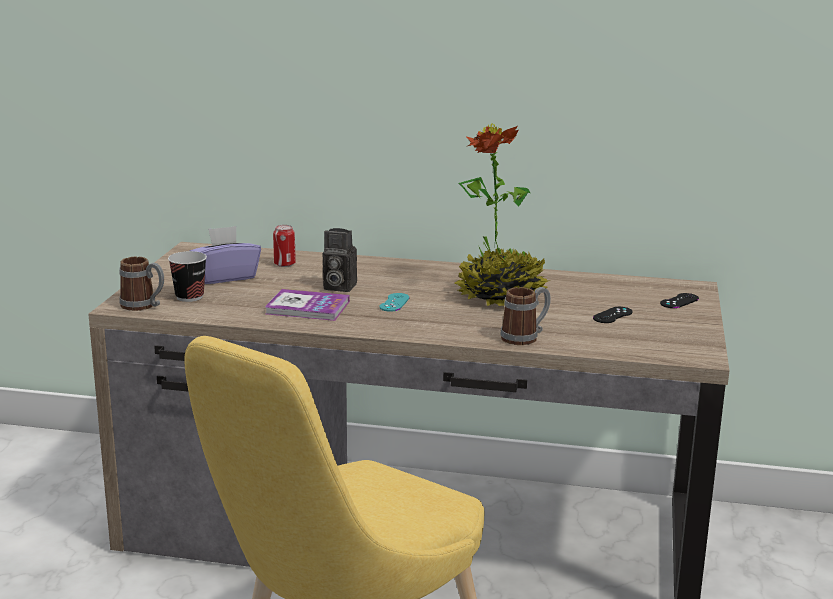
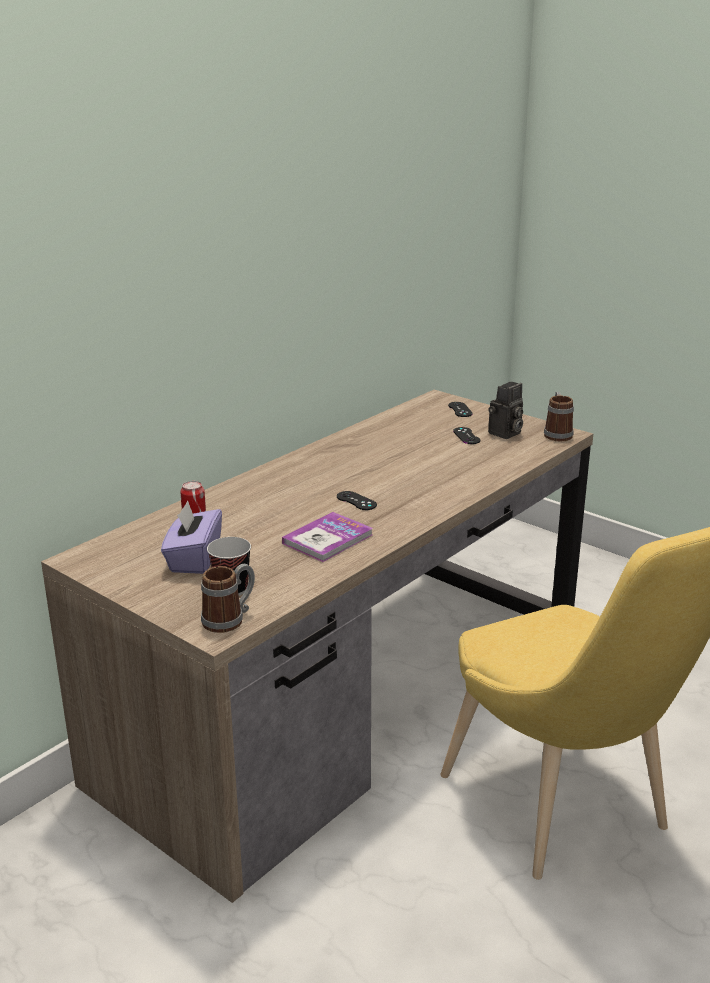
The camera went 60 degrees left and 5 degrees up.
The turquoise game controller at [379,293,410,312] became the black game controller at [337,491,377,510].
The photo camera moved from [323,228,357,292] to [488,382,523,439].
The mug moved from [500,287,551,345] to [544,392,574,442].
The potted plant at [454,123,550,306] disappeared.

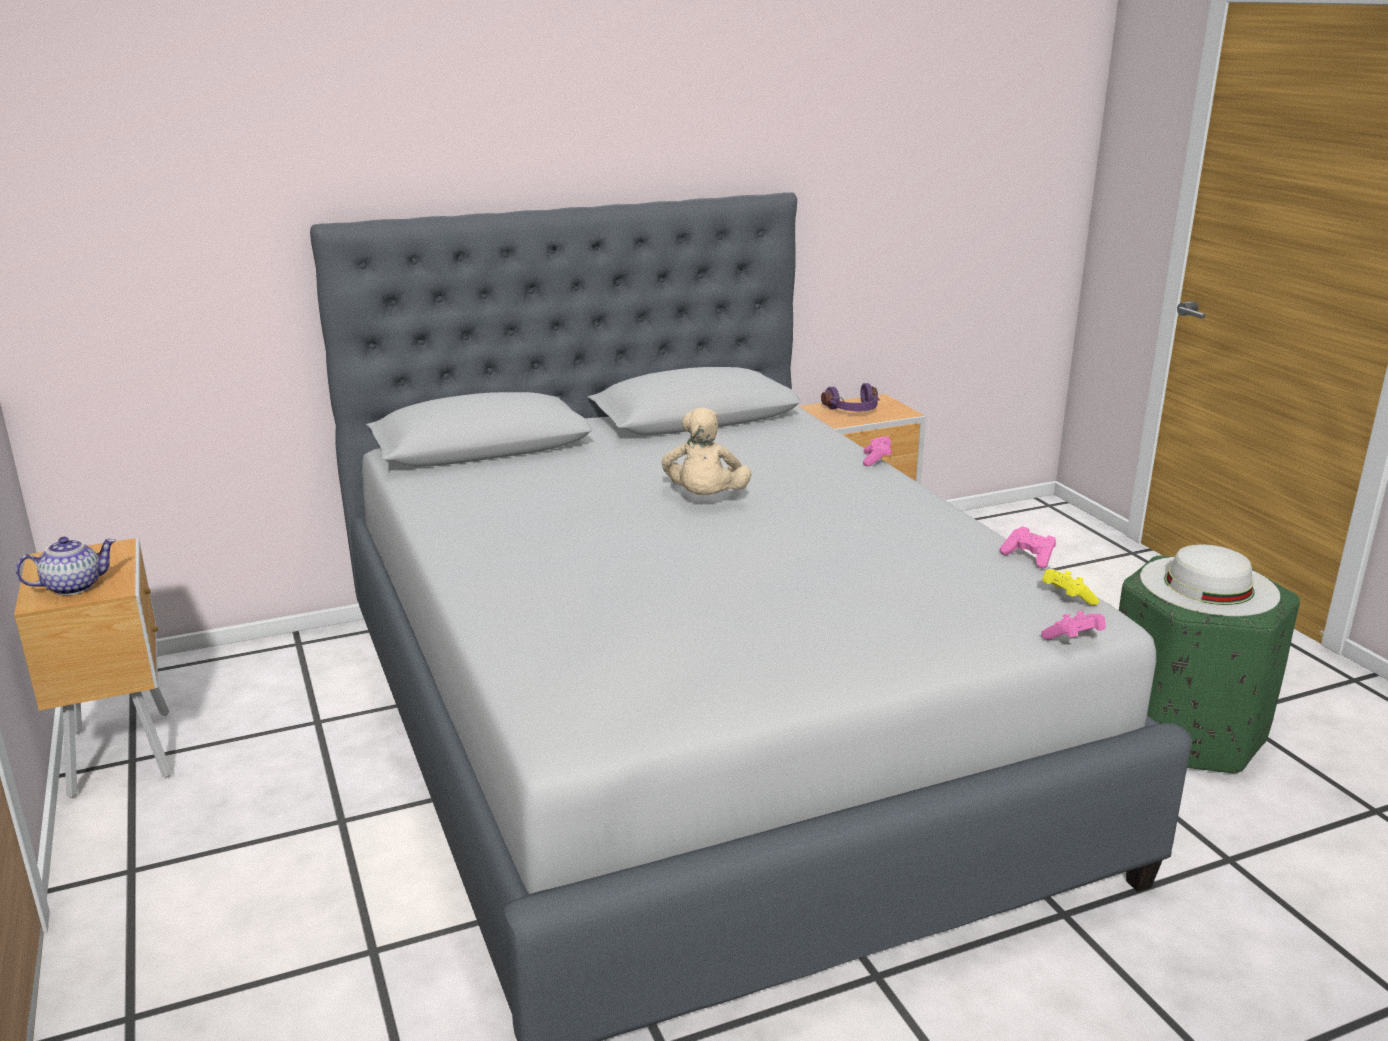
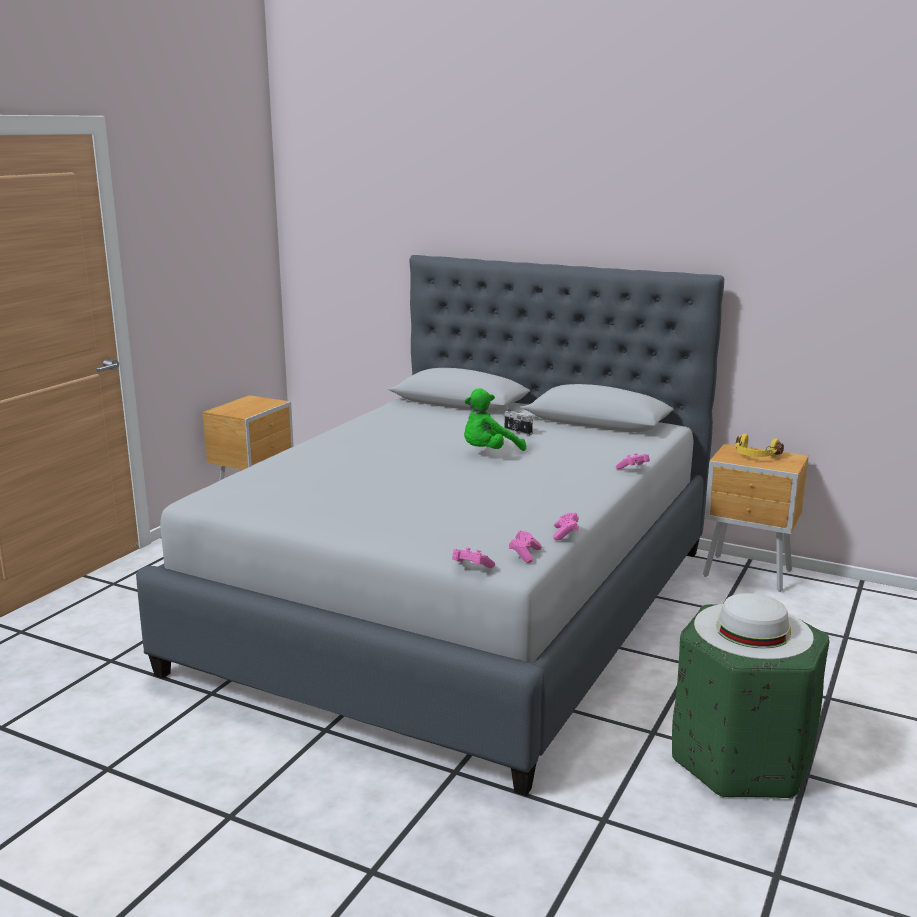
The camera went 50 degrees right and 5 degrees down.
The beige plush toy at [662,408,751,495] became the green plush toy at [464,388,526,451].
The photo camera at [505,409,533,435] appeared.
The yellow game controller at [1042,569,1099,605] became the pink game controller at [509,530,542,563].
The purple headphones at [821,383,880,411] became the yellow headphones at [735,434,784,457].
The teapot at [16,537,116,595] disappeared.

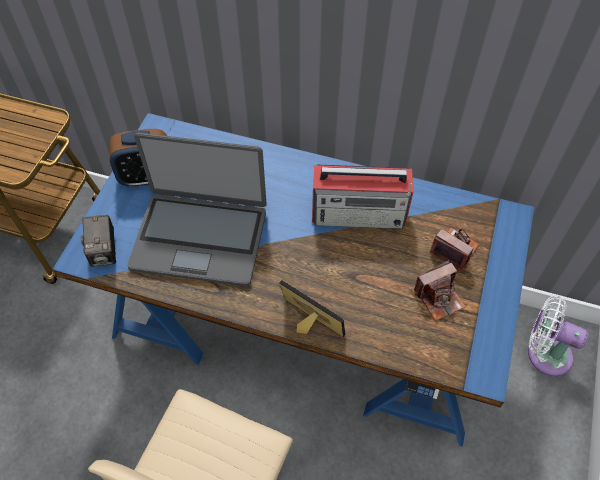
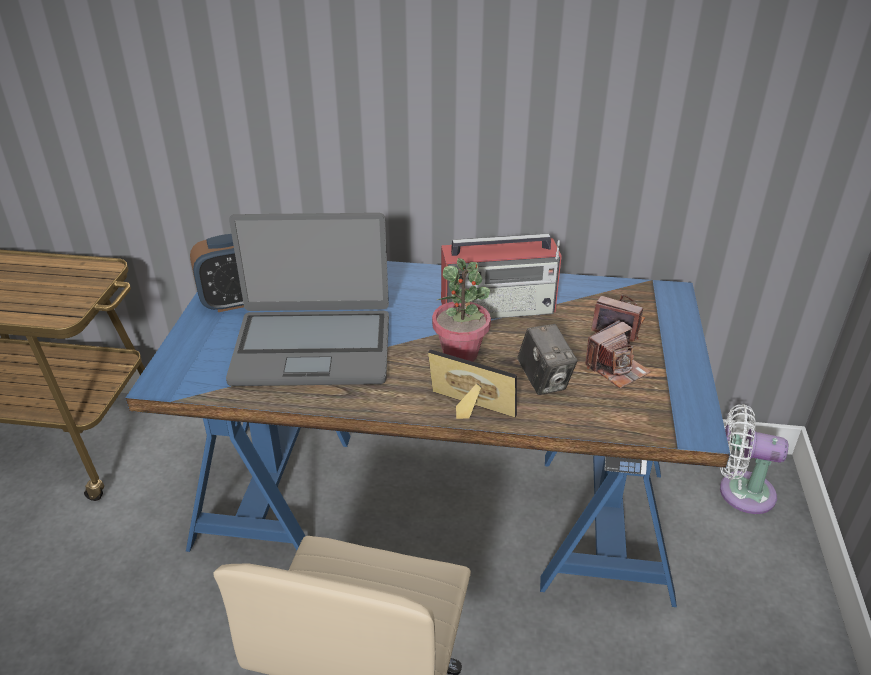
The camera went 10 degrees left and 20 degrees down.
The potted plant at [432,258,491,362] appeared.
The photo camera moved from [81,215,116,267] to [517,324,578,395].

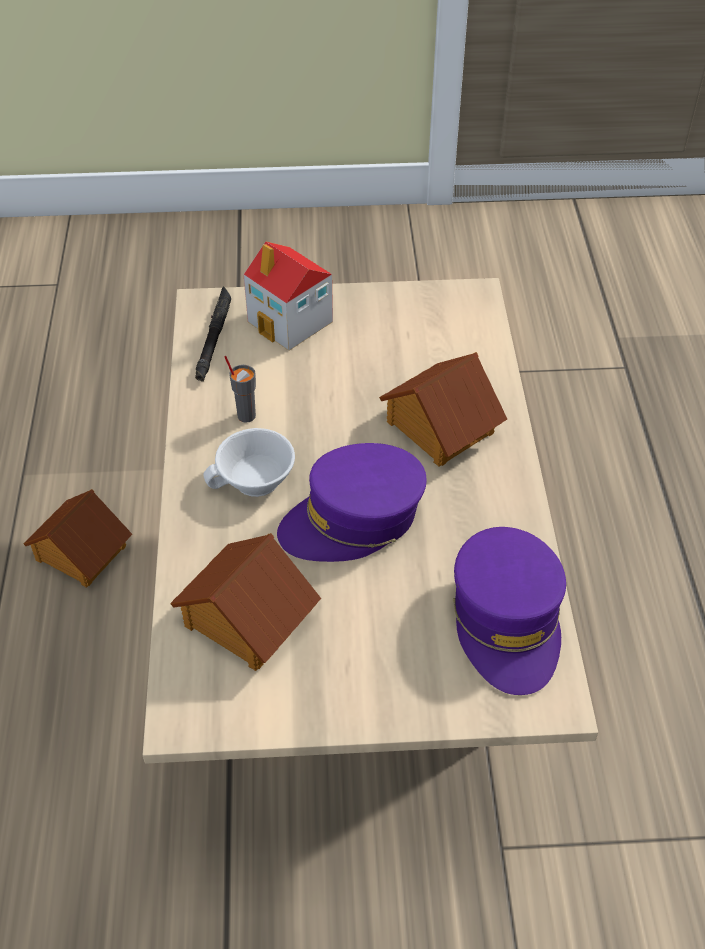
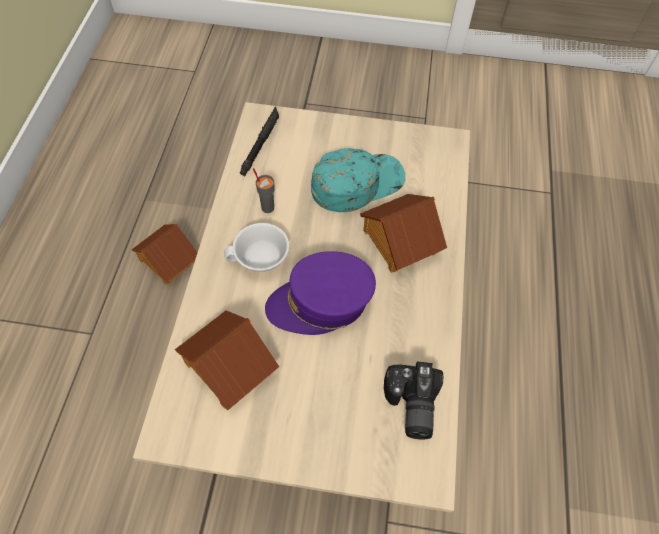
The camera went 10 degrees right and 10 degrees up.
The turquoise cap at [311,148,405,212] appeared.
The purple cap at [453,527,566,695] was replaced by the photo camera at [384,362,443,439].
The toy house at [244,241,333,351] disappeared.

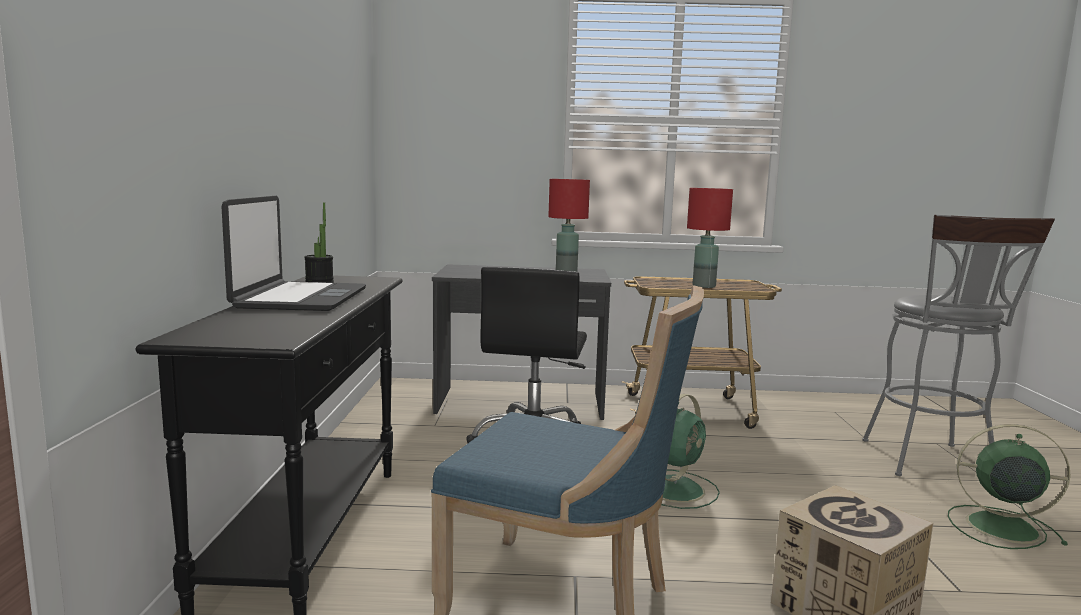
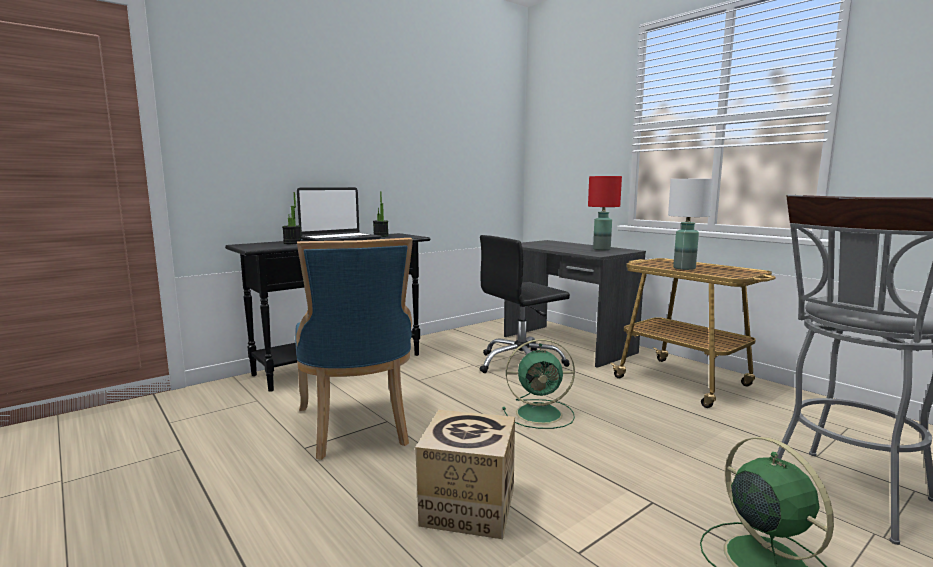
The camera went 50 degrees right and 0 degrees up.
The potted plant at [282,192,301,244] appeared.
The red table lamp at [687,188,733,288] became the white table lamp at [668,179,713,270].

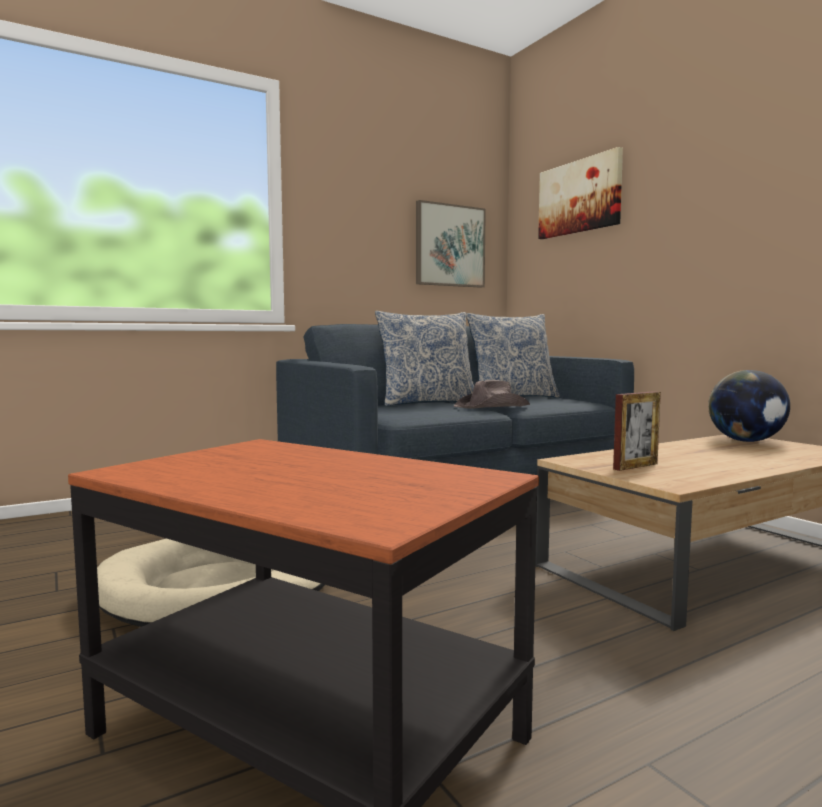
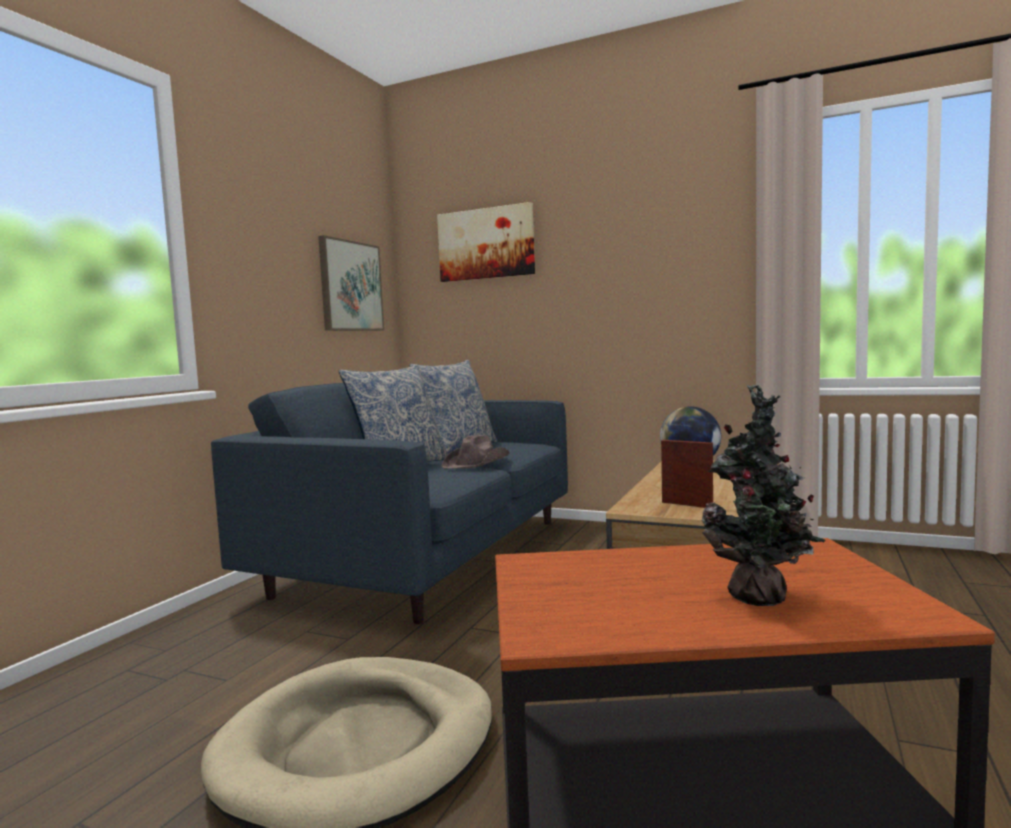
The camera went 35 degrees left and 0 degrees up.
The picture frame at [613,391,661,471] turned 75 degrees counterclockwise.
The potted plant at [702,385,826,606] appeared.

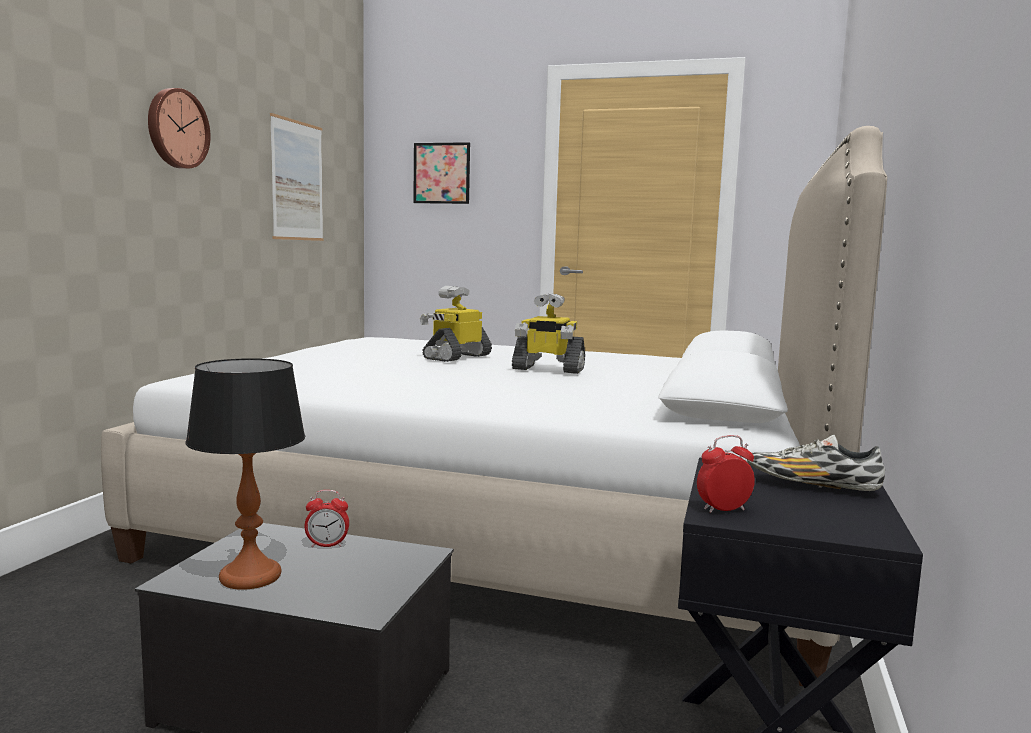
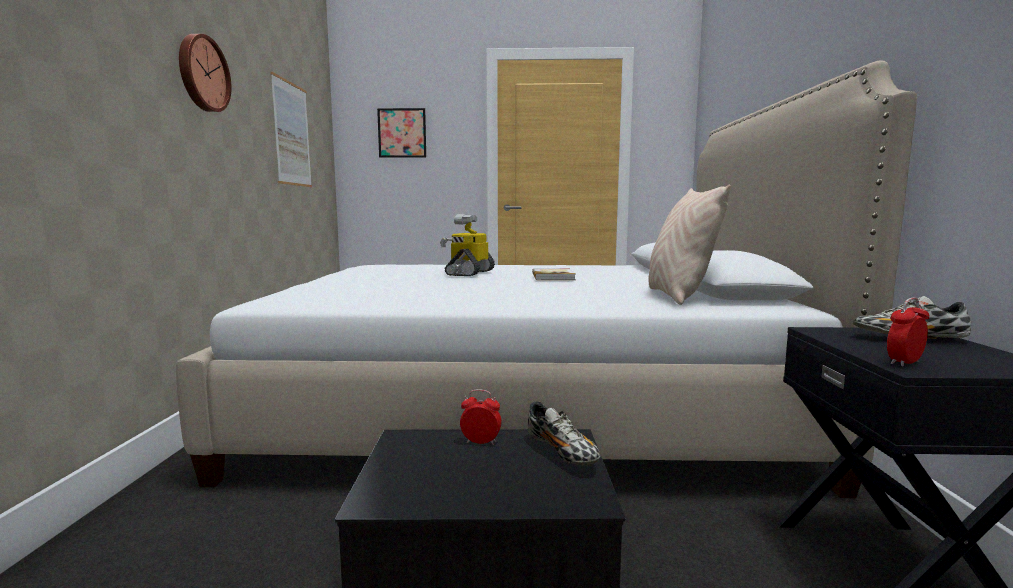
The camera went 15 degrees left and 0 degrees up.
The alarm clock at [304,490,349,547] turned 150 degrees counterclockwise.
The shoe at [528,401,600,465] appeared.
The toy robot at [512,294,585,374] was replaced by the book at [532,268,575,280].
The beige pillow at [648,184,731,305] appeared.
The table lamp at [185,358,305,590] disappeared.

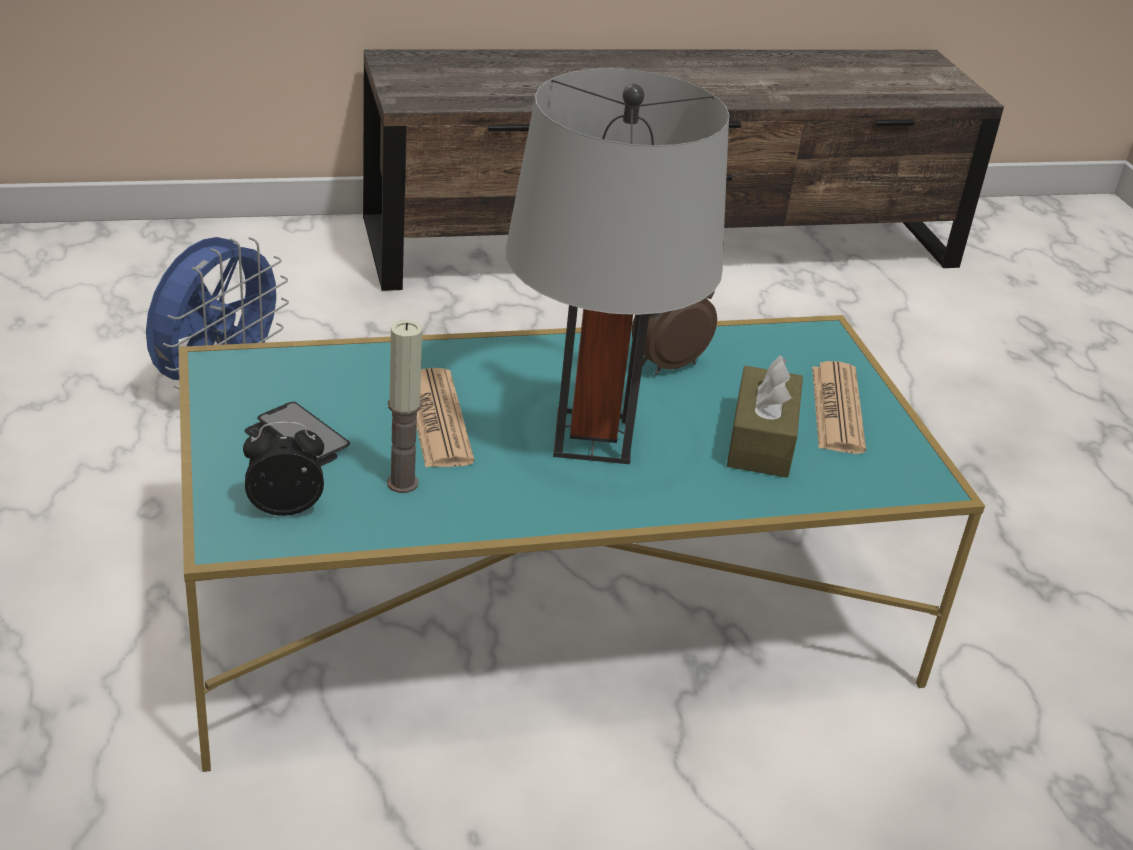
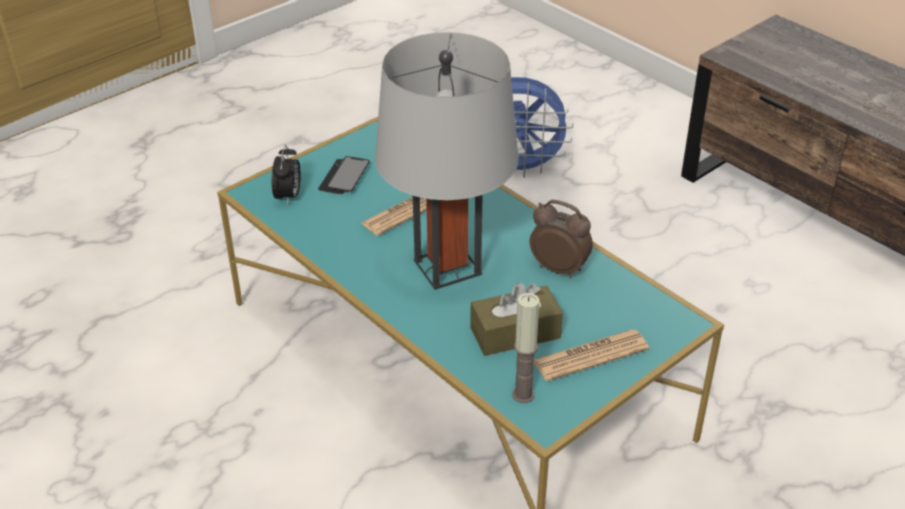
The camera went 65 degrees right and 5 degrees up.
The alarm clock at [243,422,324,516] turned 45 degrees clockwise.
The candle moved from [387,320,422,493] to [512,293,540,403].

